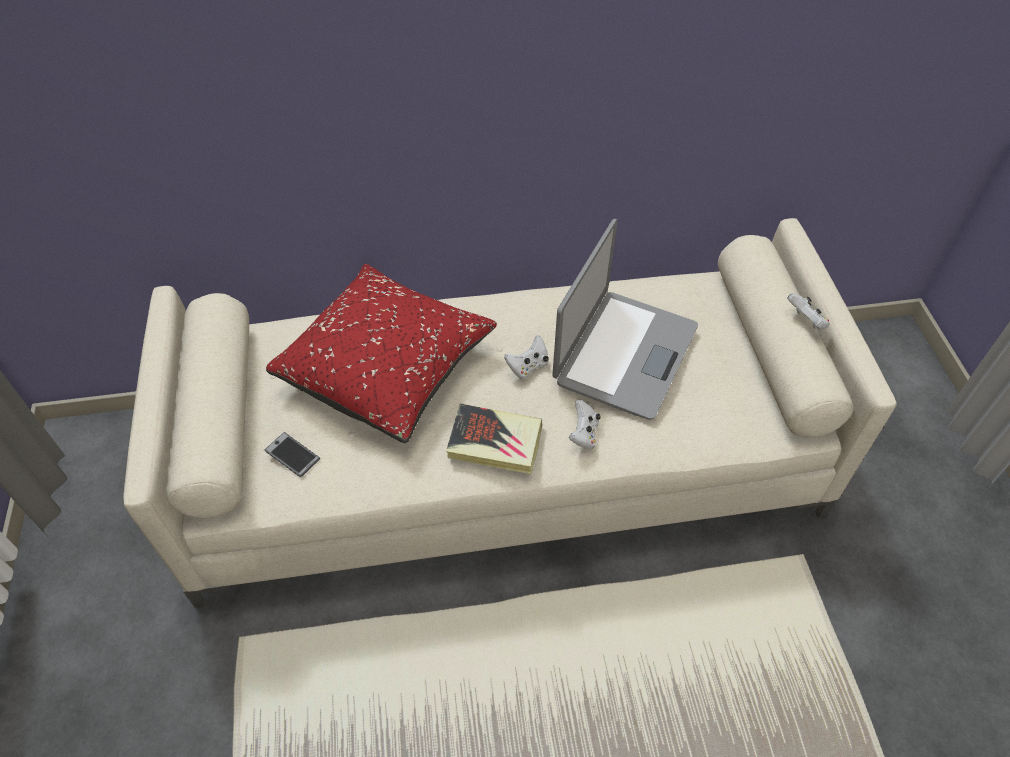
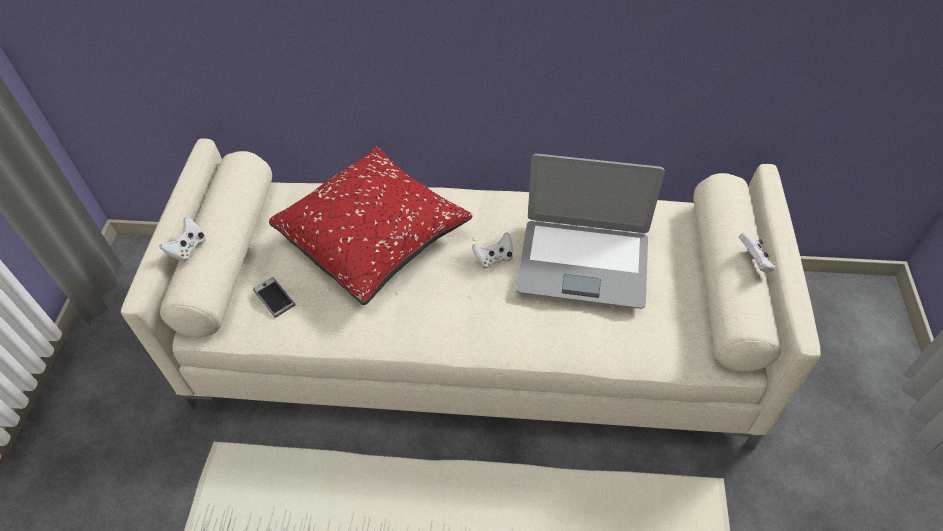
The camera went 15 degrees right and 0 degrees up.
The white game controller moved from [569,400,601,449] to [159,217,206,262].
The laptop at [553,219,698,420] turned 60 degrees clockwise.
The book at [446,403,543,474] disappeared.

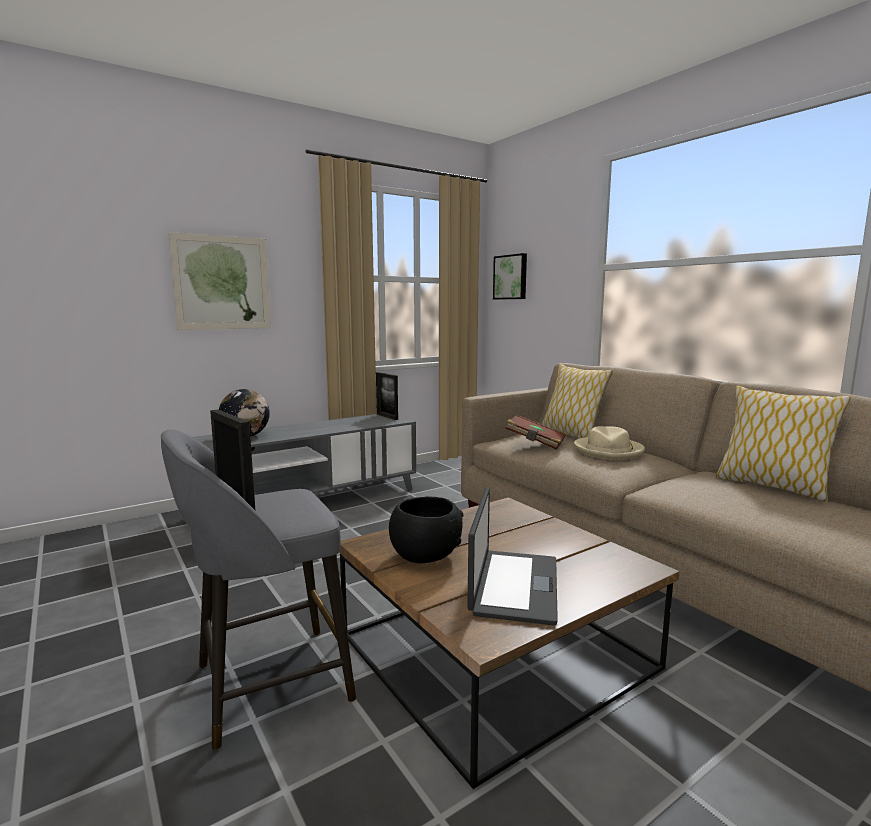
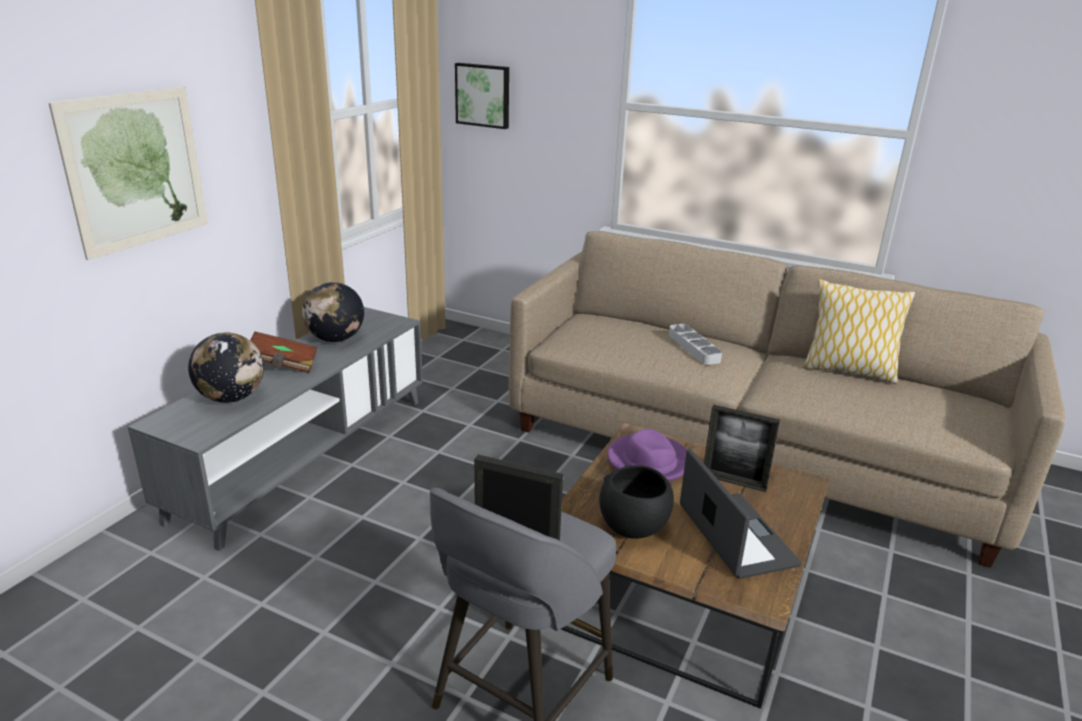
The camera went 30 degrees left and 15 degrees up.
The brown book moved from [505,415,566,450] to [250,331,317,373].
The globe at [302,282,364,342] appeared.
The purple hat at [607,429,687,482] appeared.
The beige hat at [574,426,645,460] was replaced by the grey tray at [669,324,722,365].
The picture frame moved from [376,372,398,420] to [704,405,780,492].
The pillow at [542,364,613,439] disappeared.

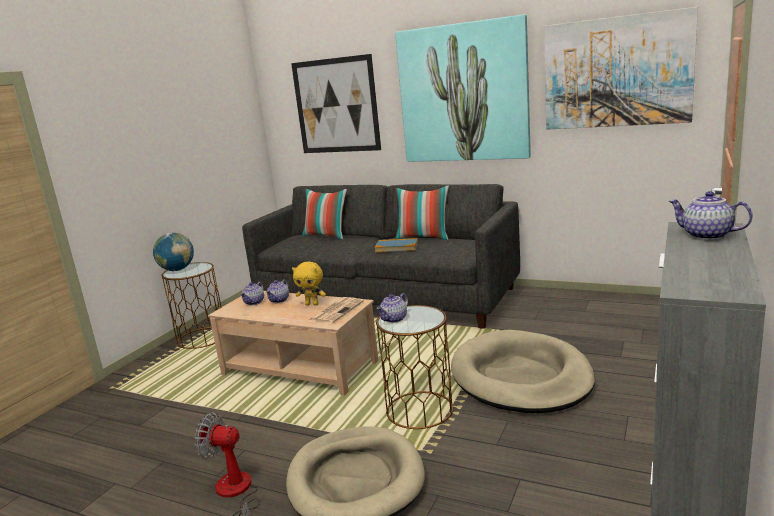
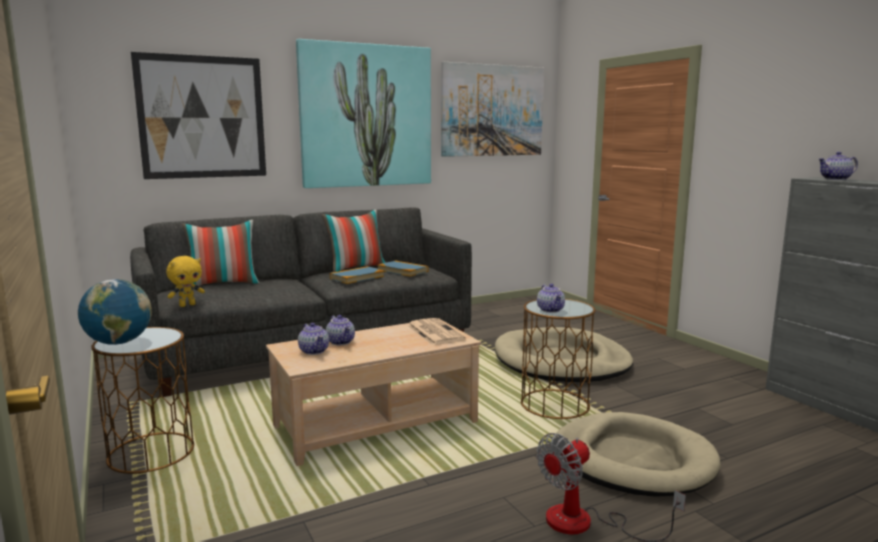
The camera went 55 degrees left and 5 degrees down.
The yellow plush toy moved from [292,261,326,306] to [166,256,205,307].
The book at [377,261,429,277] appeared.

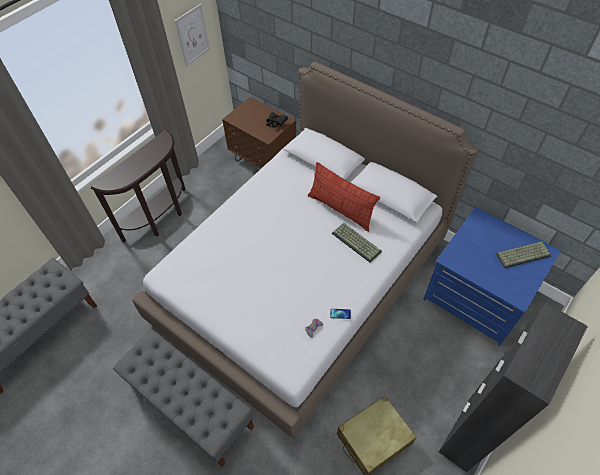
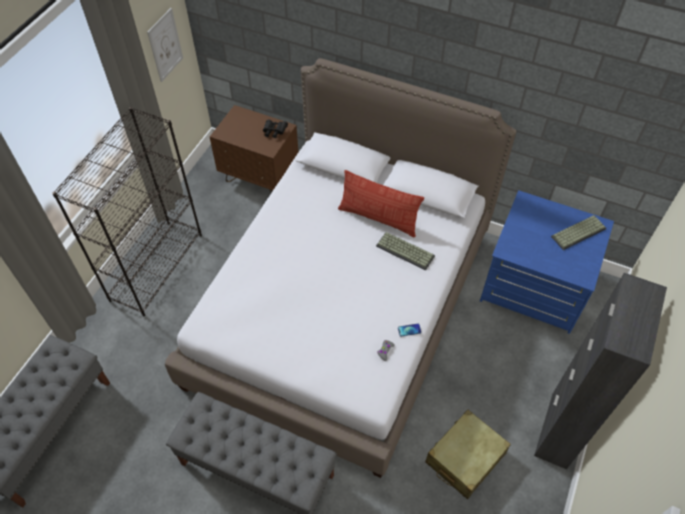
The camera went 15 degrees left and 0 degrees up.
The brown console table at [91,129,186,242] was replaced by the black bookcase at [52,107,202,316].

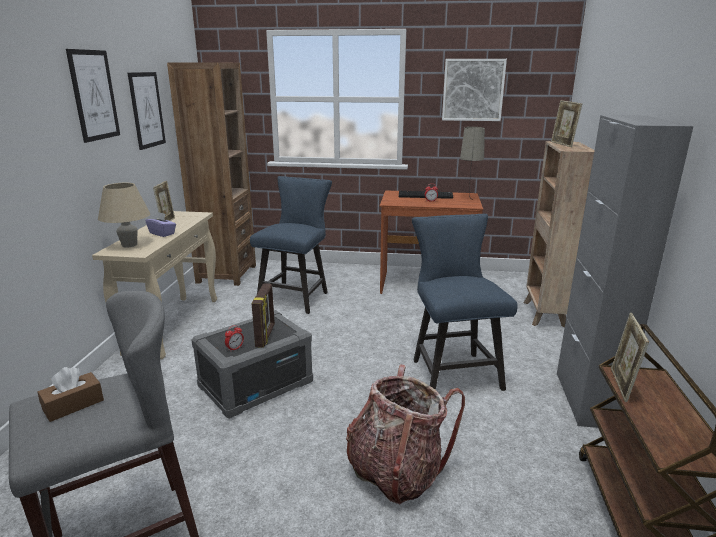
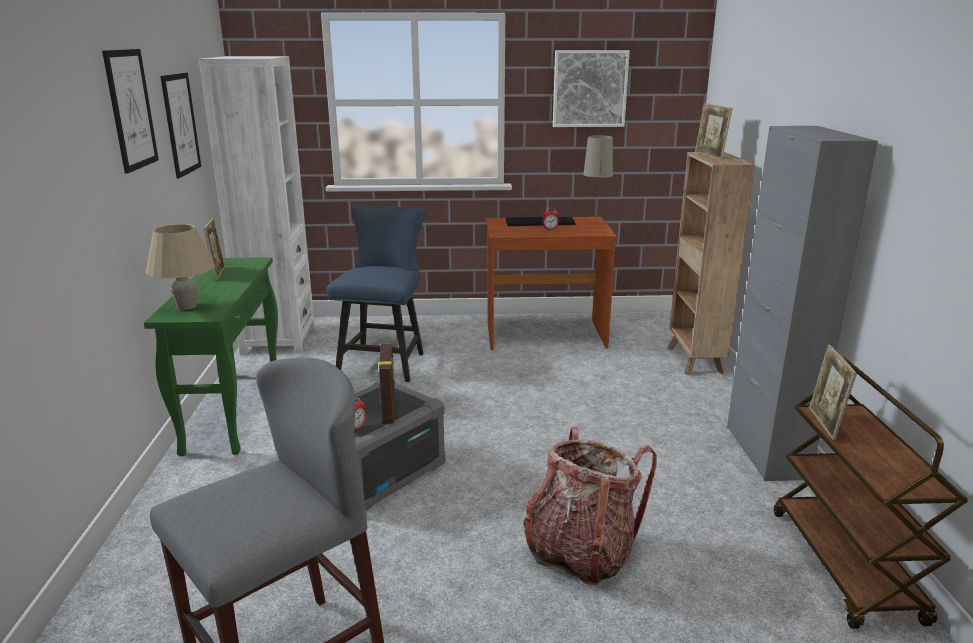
The camera went 10 degrees left and 0 degrees up.
The beige console table at [92,211,217,359] became the green console table at [144,257,278,456].
The brown bookcase at [167,62,256,286] became the white bookcase at [199,56,315,354].
The brown tissue box at [38,367,104,422] disappeared.
The purple tissue box at [146,212,176,237] disappeared.
The blue chair at [412,214,518,391] disappeared.

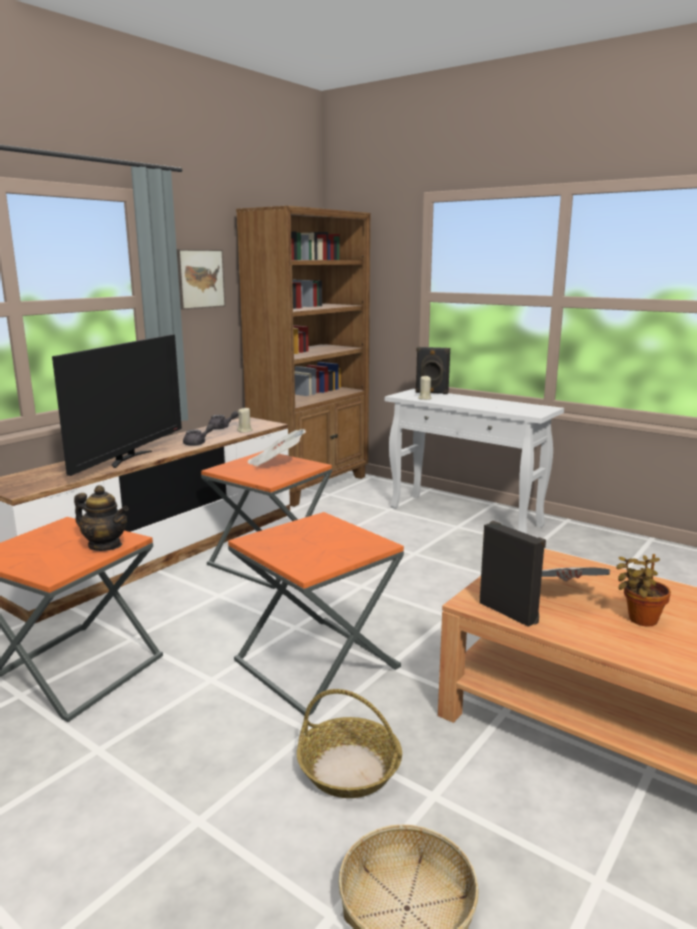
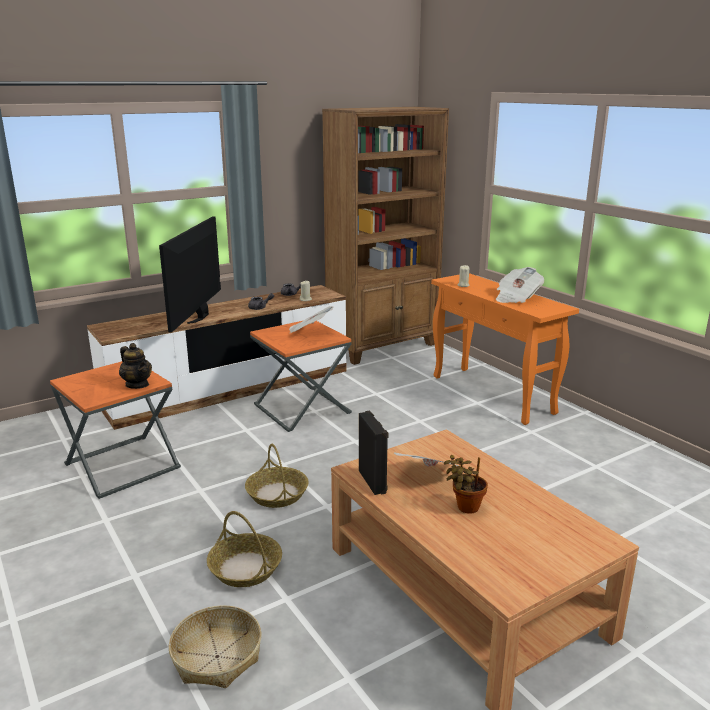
The camera went 20 degrees right and 5 degrees up.
The television at [52,334,182,476] turned 150 degrees clockwise.
The orange side table at [228,512,404,716] was replaced by the basket at [245,444,309,508].
The white console table at [385,389,564,534] became the orange console table at [431,273,579,425].
The newspaper at [496,267,544,303] appeared.
The picture at [177,249,226,309] disappeared.
The black speaker at [415,347,450,394] disappeared.

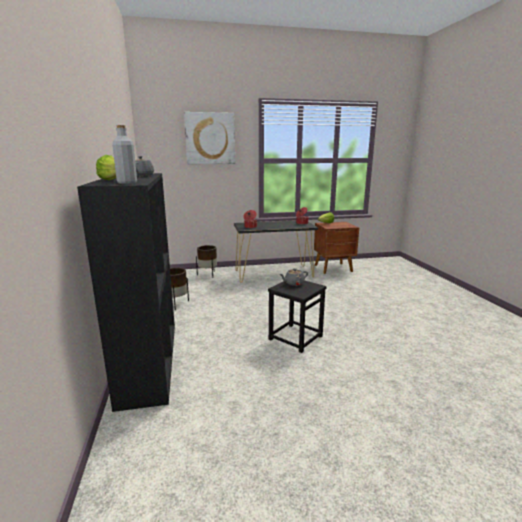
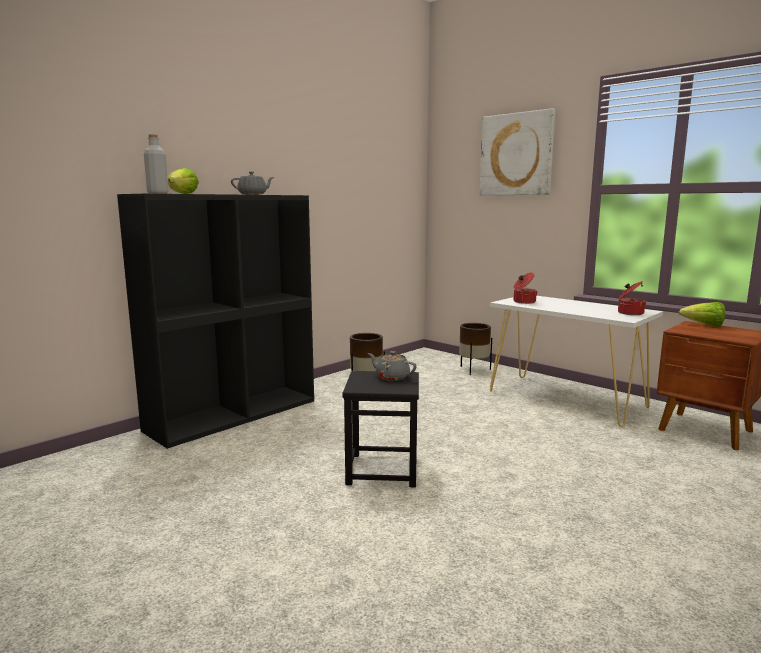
The camera went 55 degrees right and 5 degrees down.
The black console table at [234,221,318,283] became the white console table at [490,296,663,427].

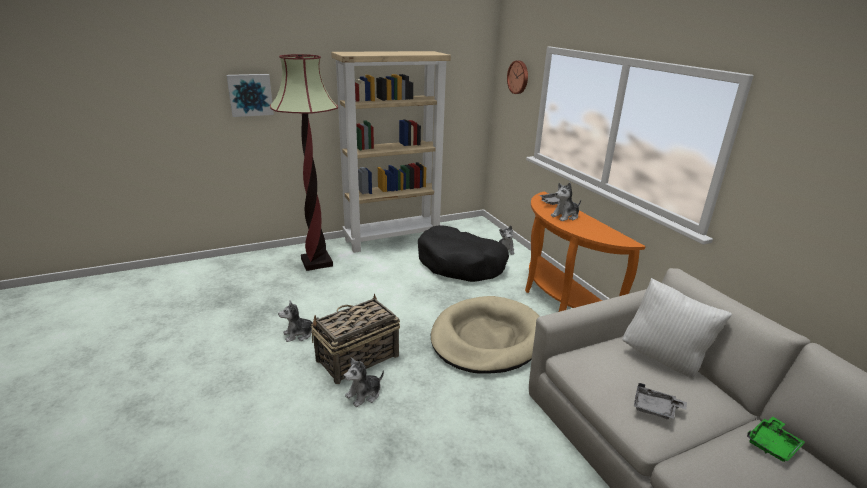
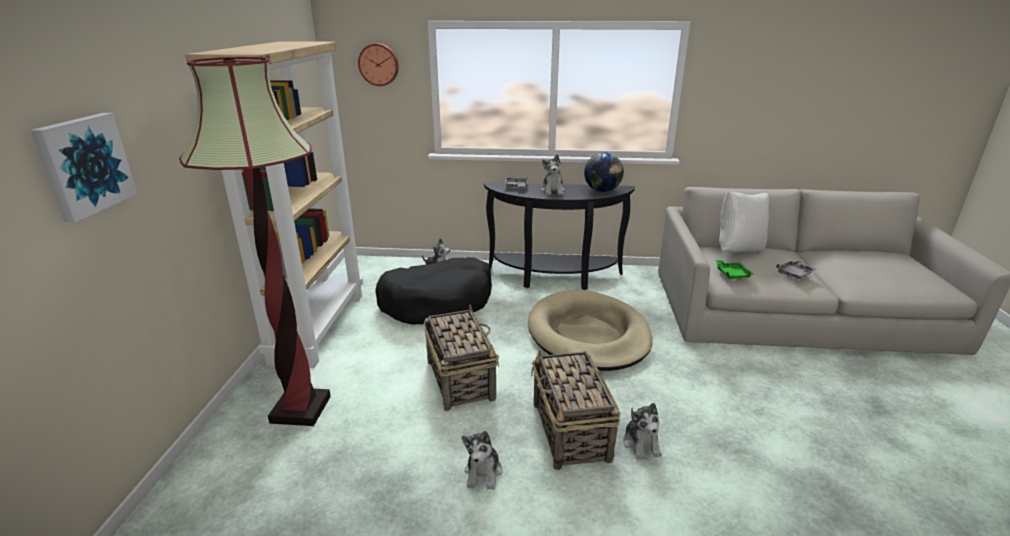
The camera went 60 degrees left and 0 degrees up.
The basket at [424,304,499,411] appeared.
The orange console table at [525,192,646,312] became the black console table at [484,182,635,290].
The globe at [584,152,624,192] appeared.
The green tray moved from [747,417,805,462] to [715,260,755,280].

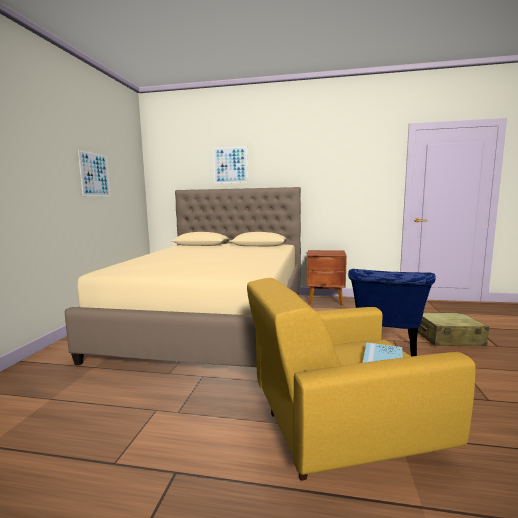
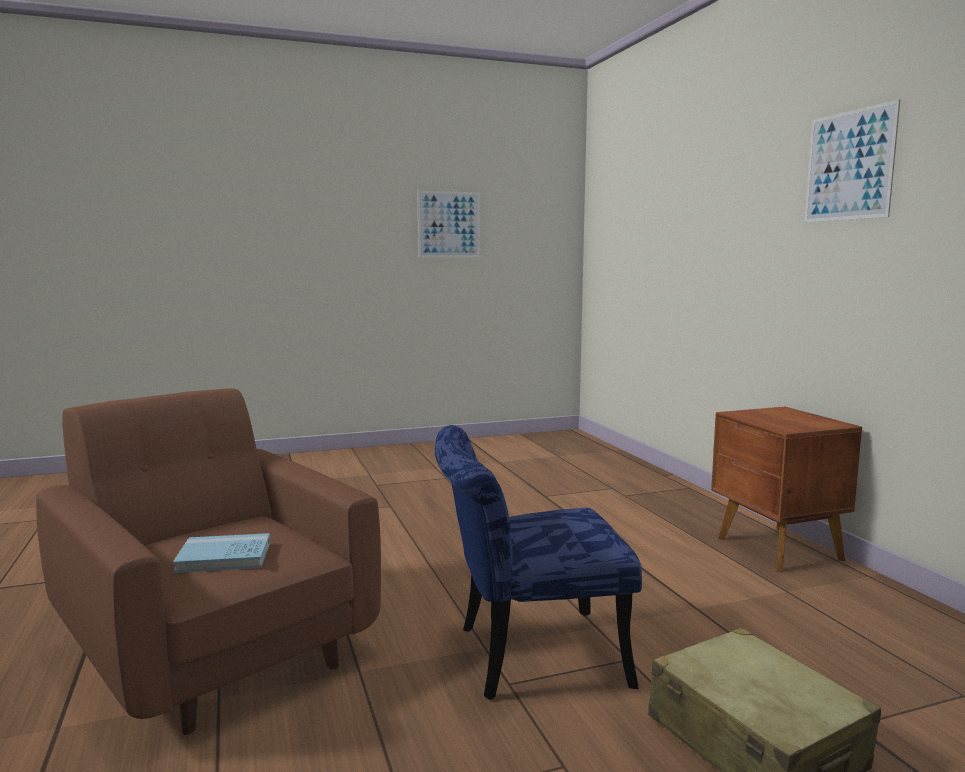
The camera went 60 degrees right and 0 degrees up.
The yellow armchair at [247,278,475,481] became the brown armchair at [36,388,381,735].
The picture moved from [213,146,248,184] to [804,99,900,223].
The beige bed at [64,187,301,367] disappeared.

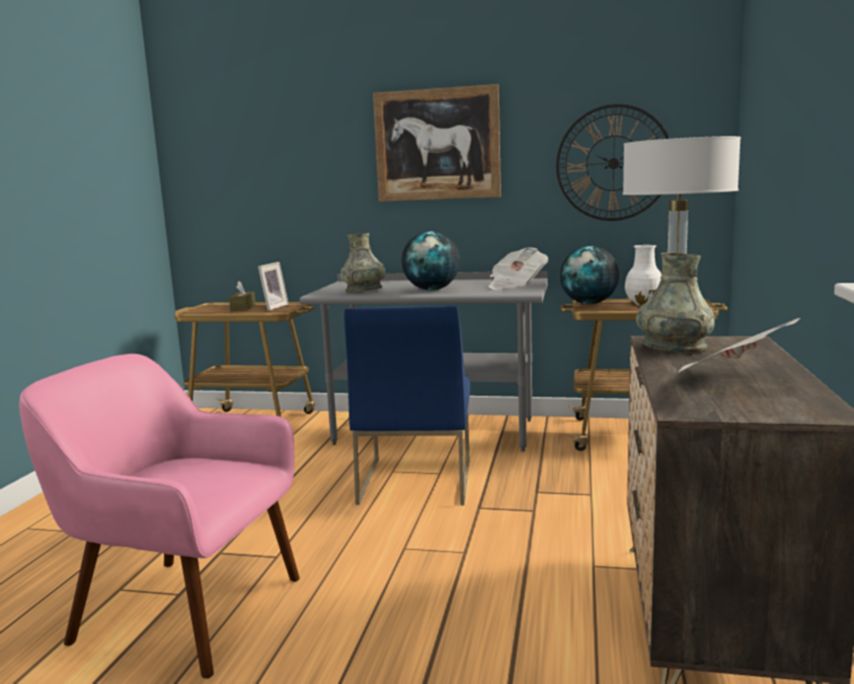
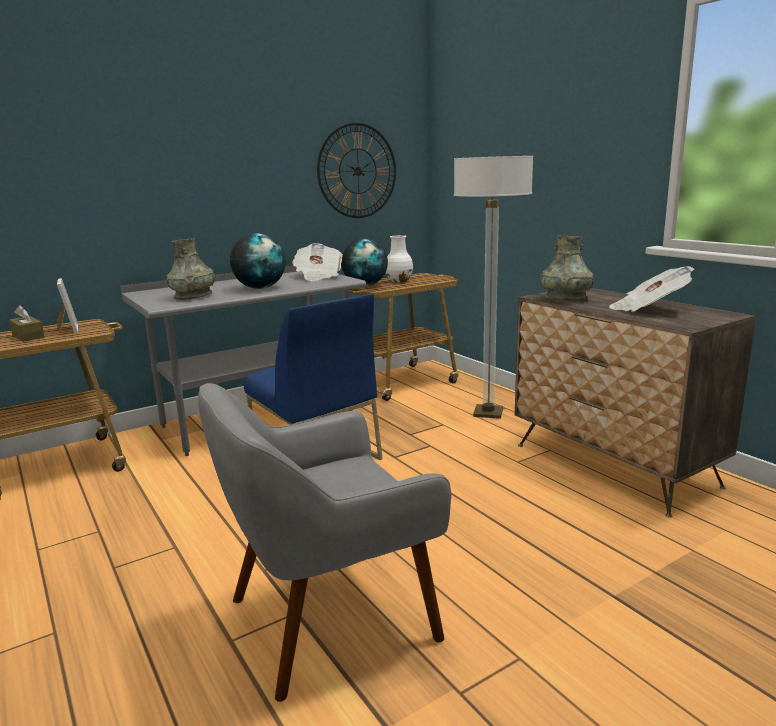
The camera went 45 degrees left and 5 degrees up.
The pink armchair at [19,354,300,679] became the grey armchair at [198,383,451,702].
The picture at [373,84,501,202] disappeared.

